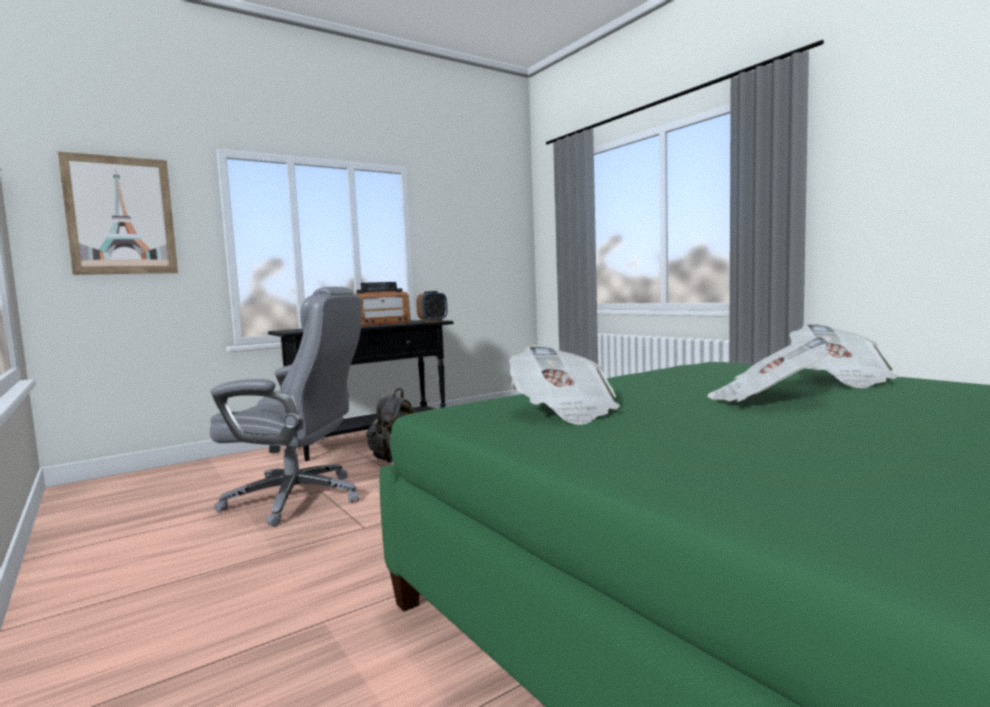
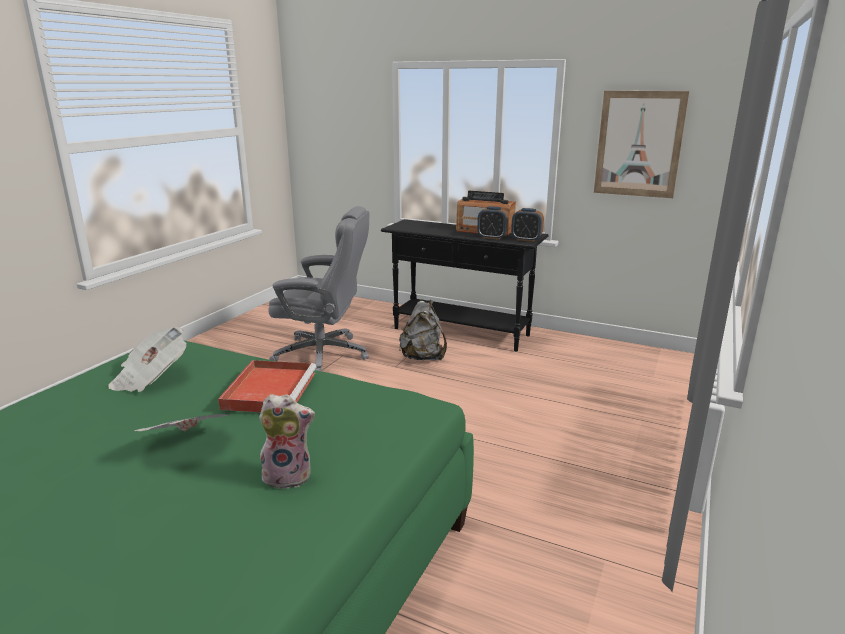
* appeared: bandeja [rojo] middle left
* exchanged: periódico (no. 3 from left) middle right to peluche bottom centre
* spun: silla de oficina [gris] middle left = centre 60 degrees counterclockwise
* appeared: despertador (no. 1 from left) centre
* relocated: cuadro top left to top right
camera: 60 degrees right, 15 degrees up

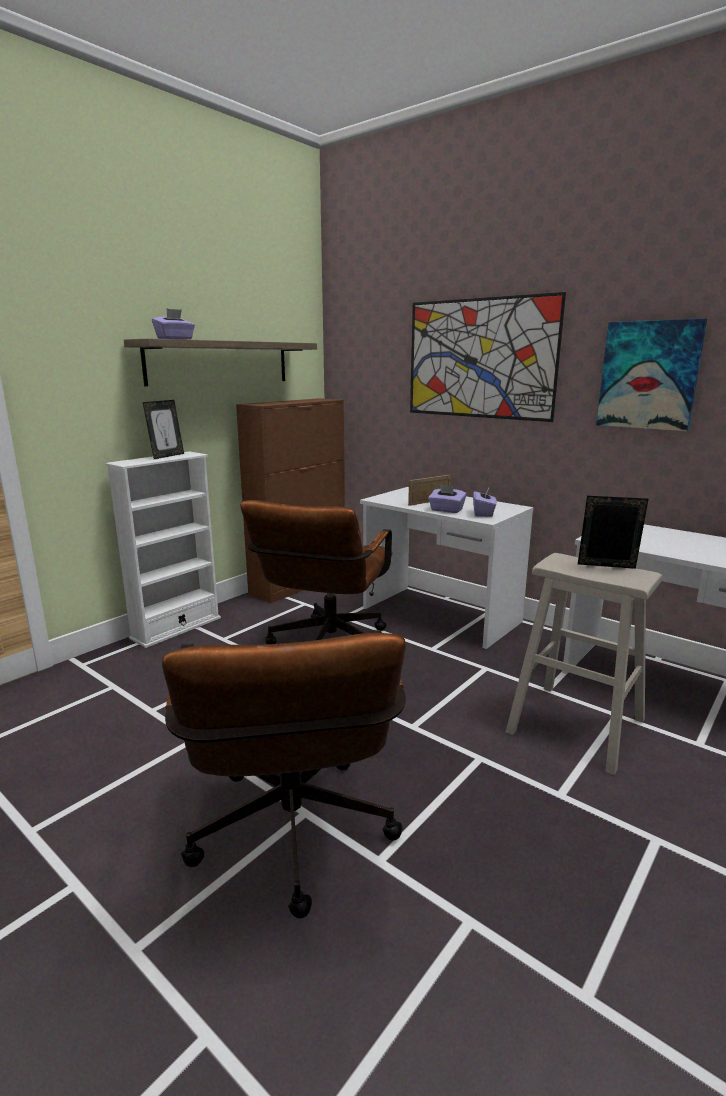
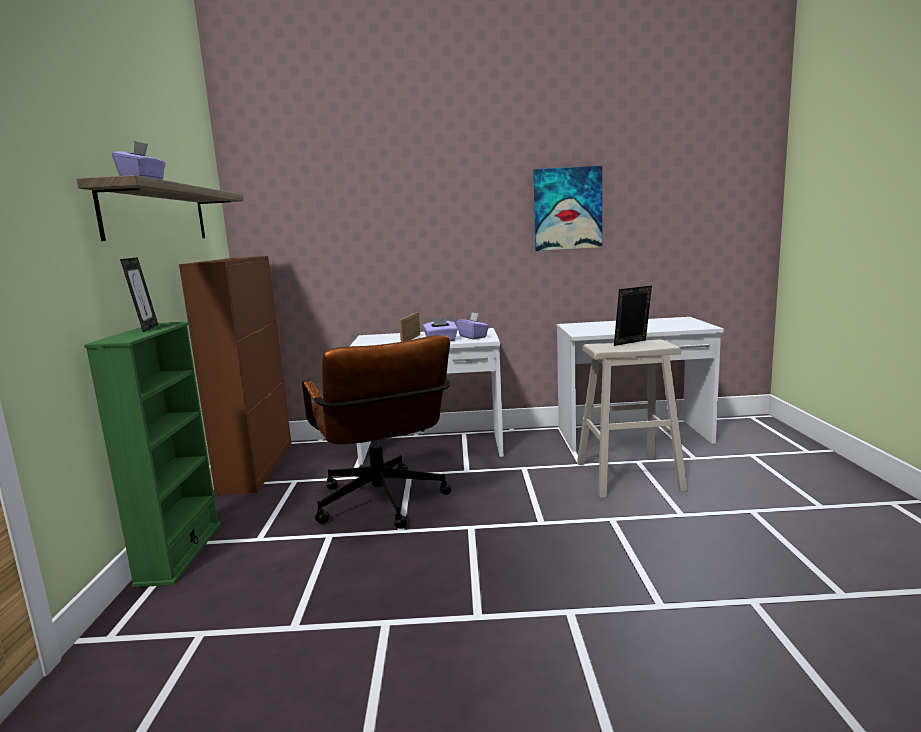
* colour: estantería [blanco] middle left to estantería [verde] middle left
* missing: silla de oficina [marrón] (no. 1 from left) bottom centre
* missing: cuadro (no. 1 from left) top right
camera: 40 degrees left, 5 degrees down

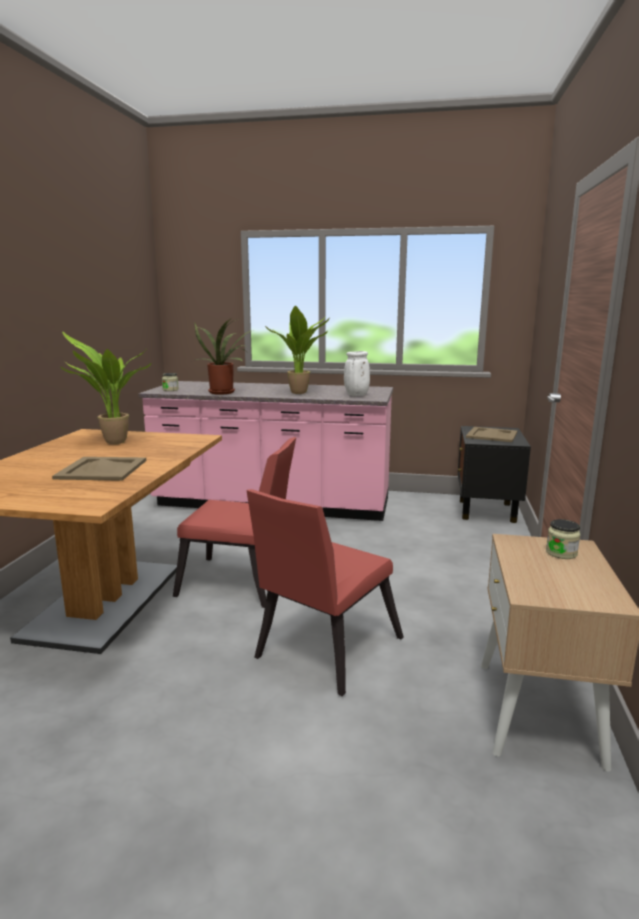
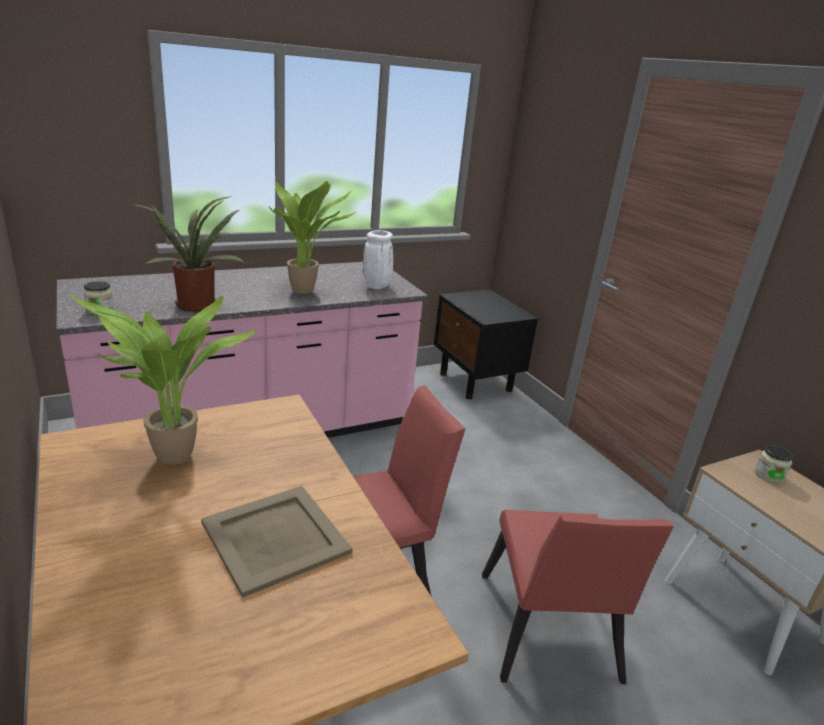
* missing: bandeja [beis] (no. 2 from left) middle right
camera: 40 degrees left, 10 degrees up

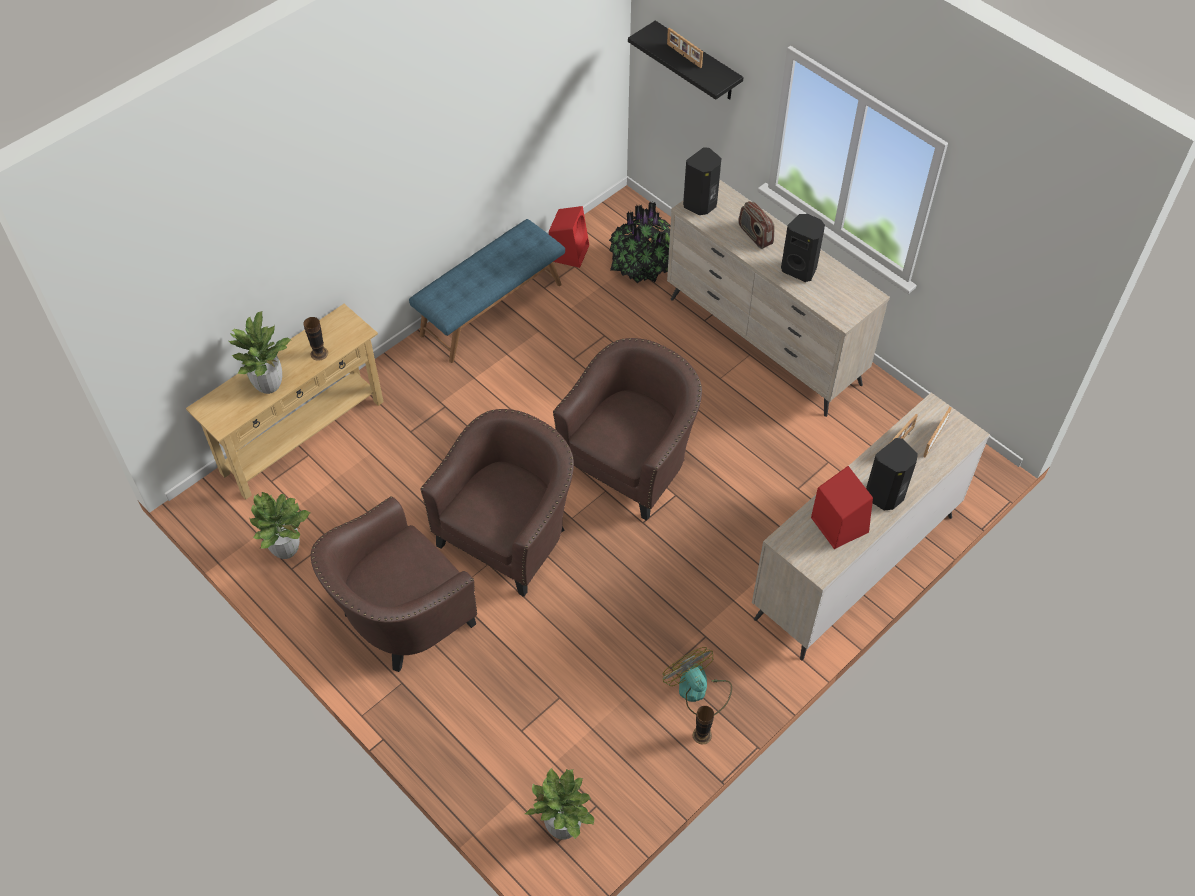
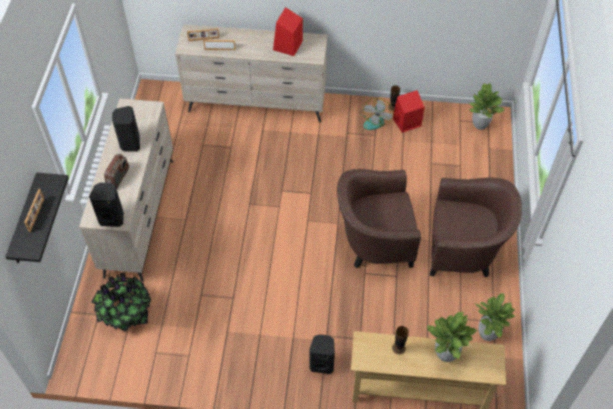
* relocated: altavoz [negro] (no. 3 from left) middle right to bottom centre
* relocated: altavoz [rojo] (no. 1 from left in the first image) top centre to altavoz [rojo] (no. 2 from left) top right
* missing: banco [azul] top centre
* missing: sillón [marrón] (no. 3 from left) centre
camera: 130 degrees left, 0 degrees up

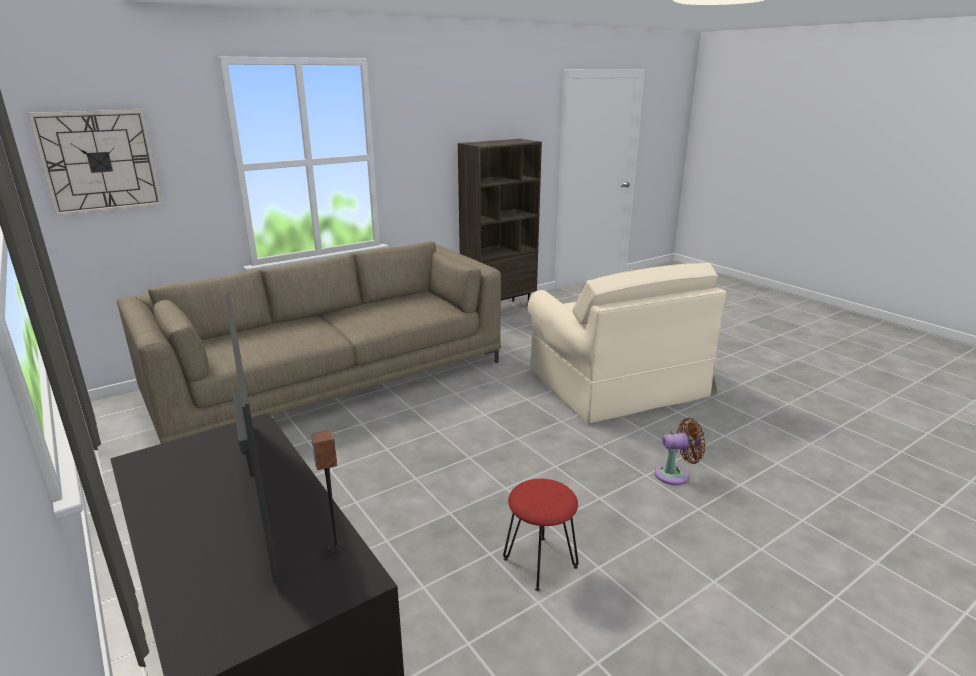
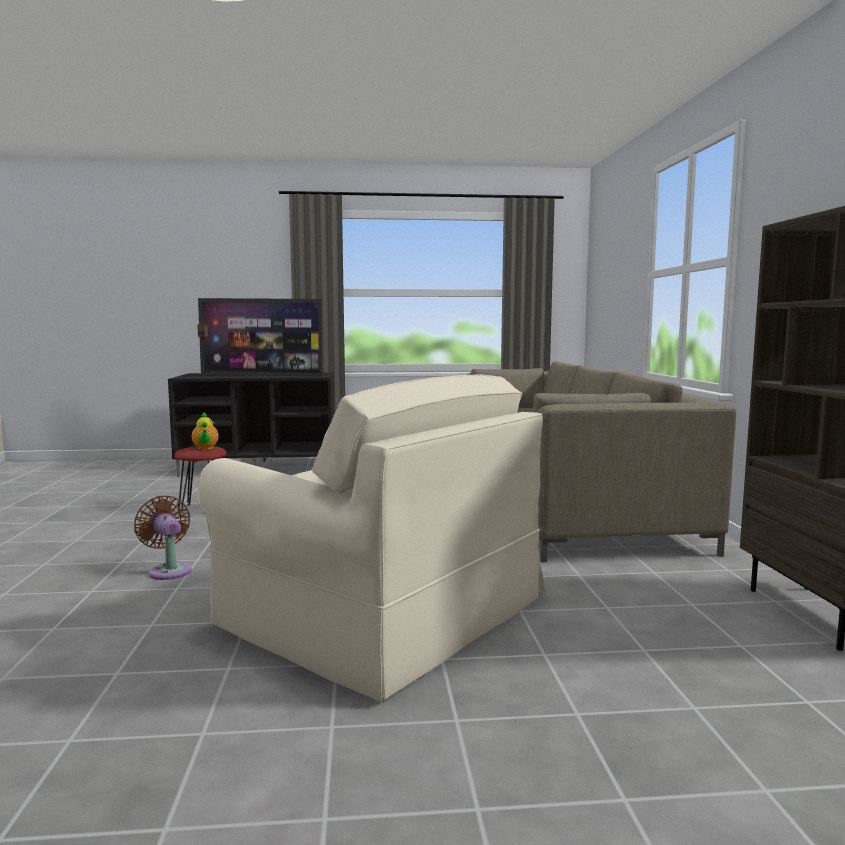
* spun: ventilador [marrón] bottom right = middle left 120 degrees clockwise
* appeared: tetera middle left
* spun: sillón [beis] centre = centre 150 degrees counterclockwise
* missing: reloj de pared top left
camera: 120 degrees right, 15 degrees down

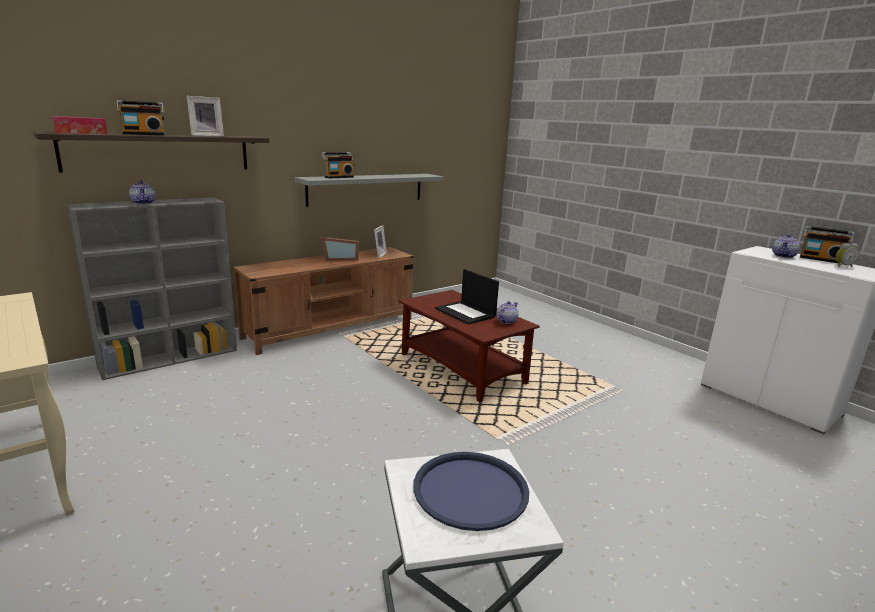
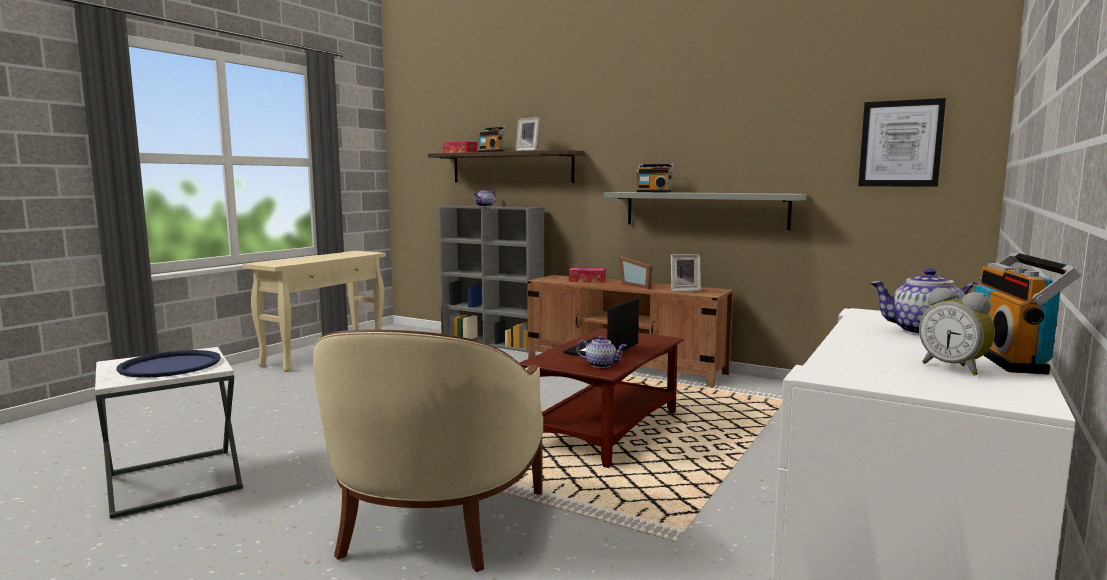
* appeared: sillón [beis] bottom centre
* appeared: caja de pañuelos (no. 2 from left) centre
* appeared: cuadro top right
camera: 70 degrees right, 10 degrees down

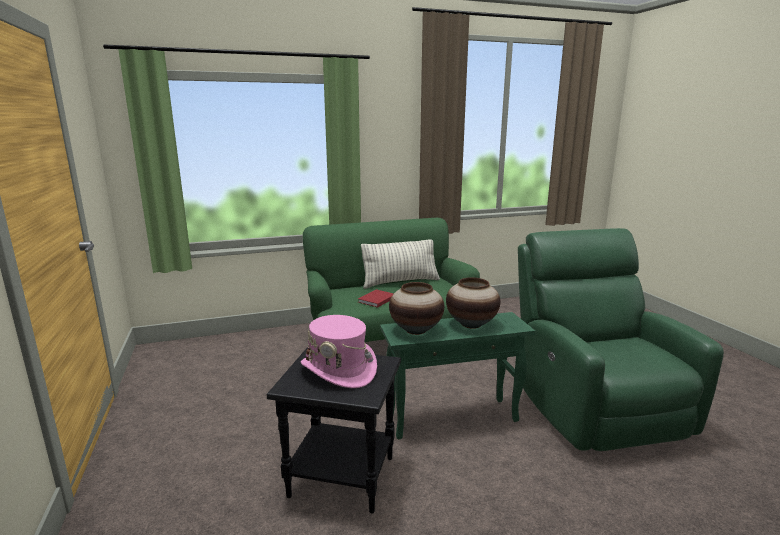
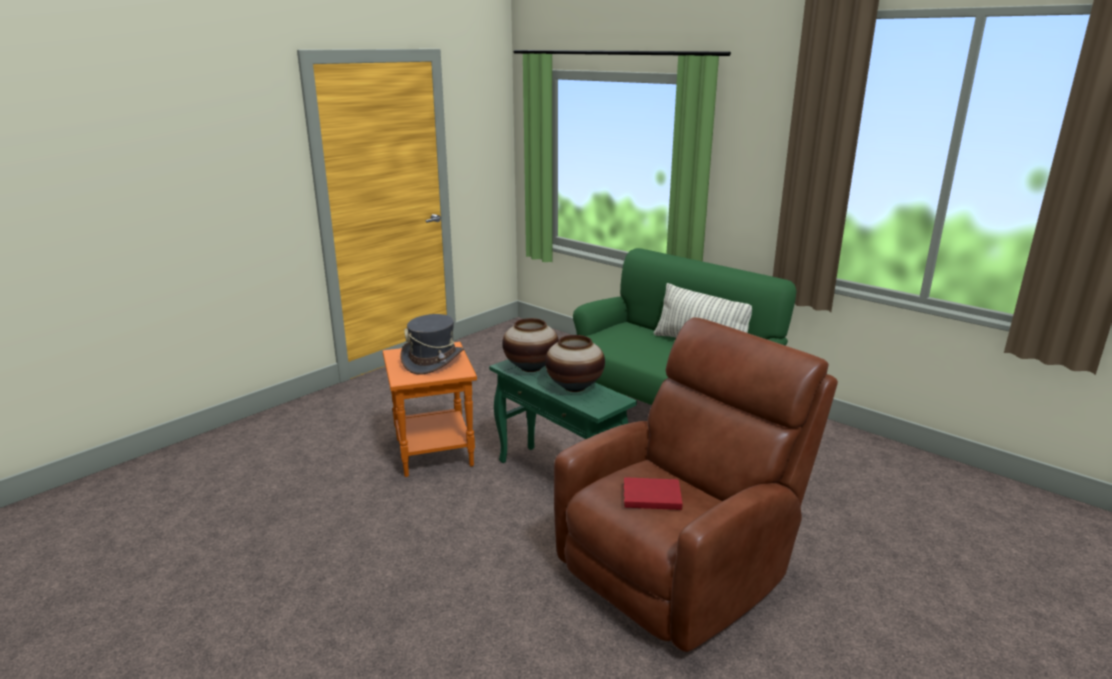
* colour: mesa auxiliar [negro] bottom centre to mesa auxiliar [naranja] centre
* colour: sombrero [rosa] centre to sombrero [gris] centre
* colour: sillón [verde] middle right to sillón [marrón] bottom centre
* relocated: libro [rojo] centre to bottom centre
camera: 60 degrees right, 5 degrees up

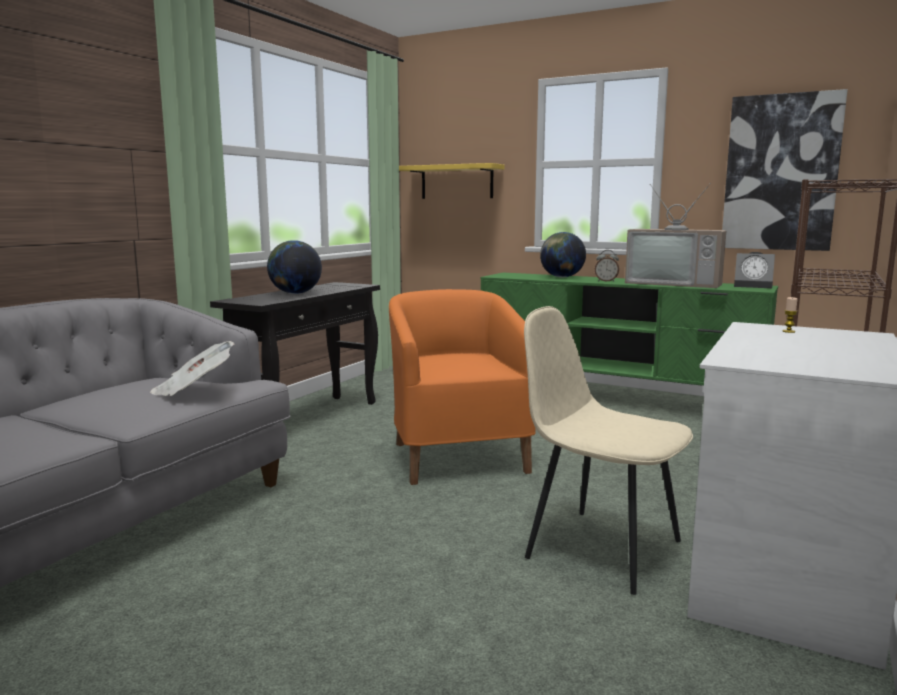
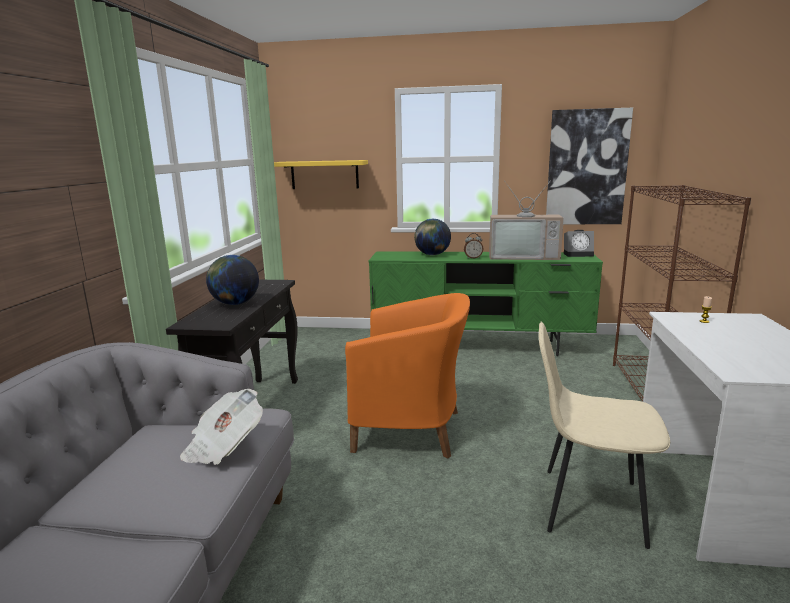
* spun: sillón [naranja] centre = centre 135 degrees clockwise
camera: 20 degrees left, 5 degrees up

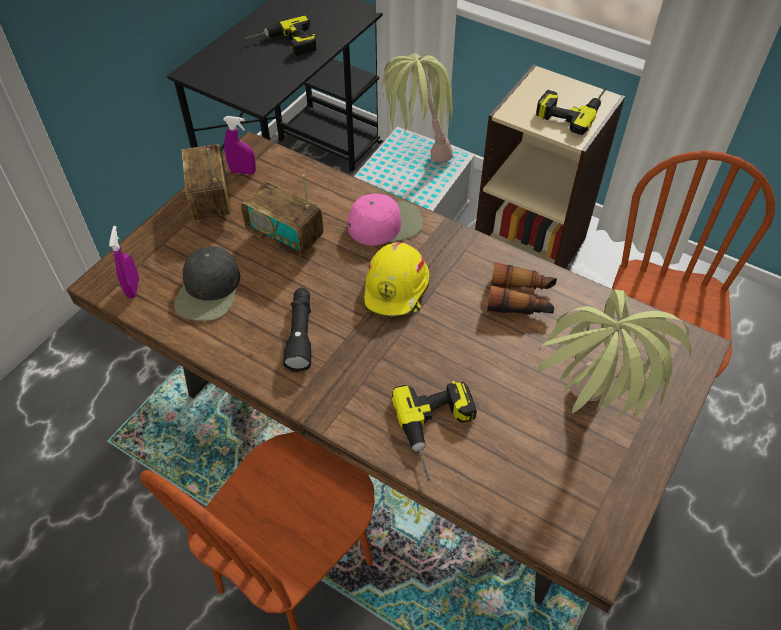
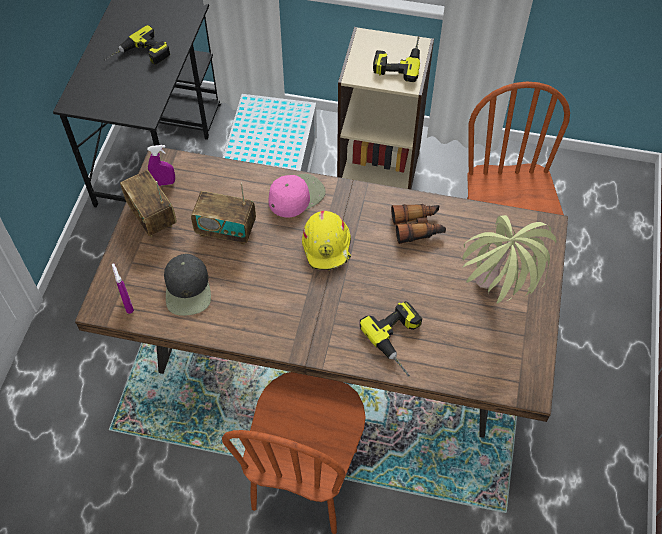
* missing: linterna [negro] centre
* missing: planta en maceta (no. 1 from left) top centre
camera: 20 degrees left, 5 degrees up

